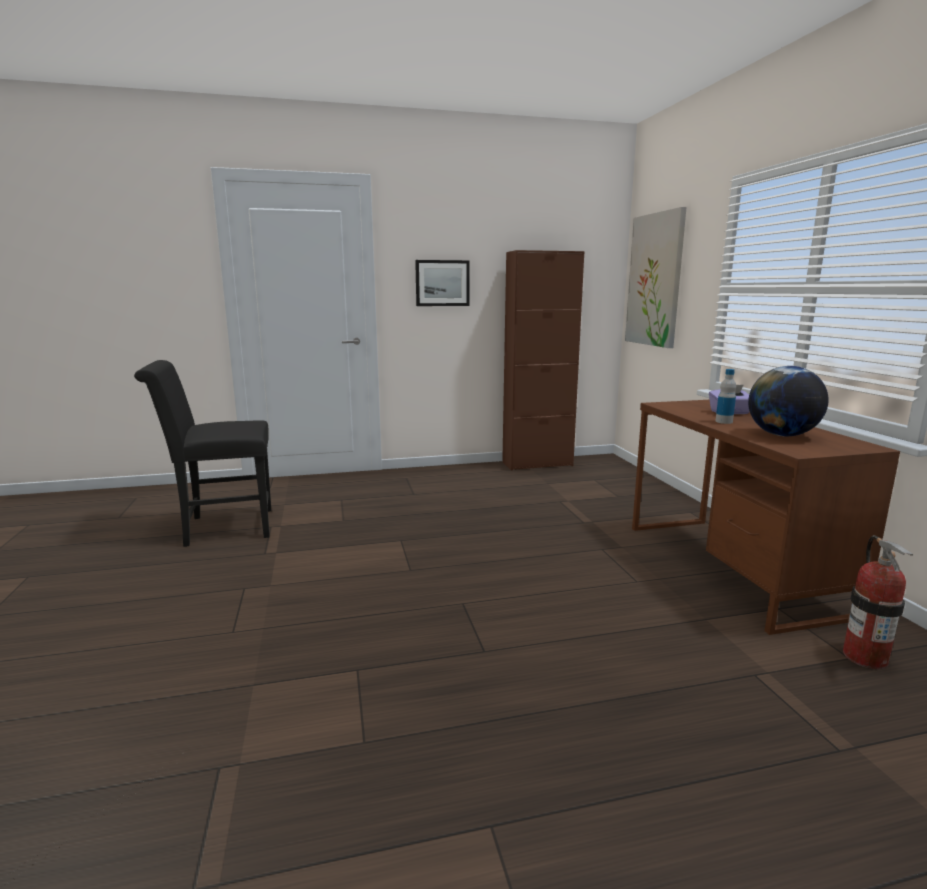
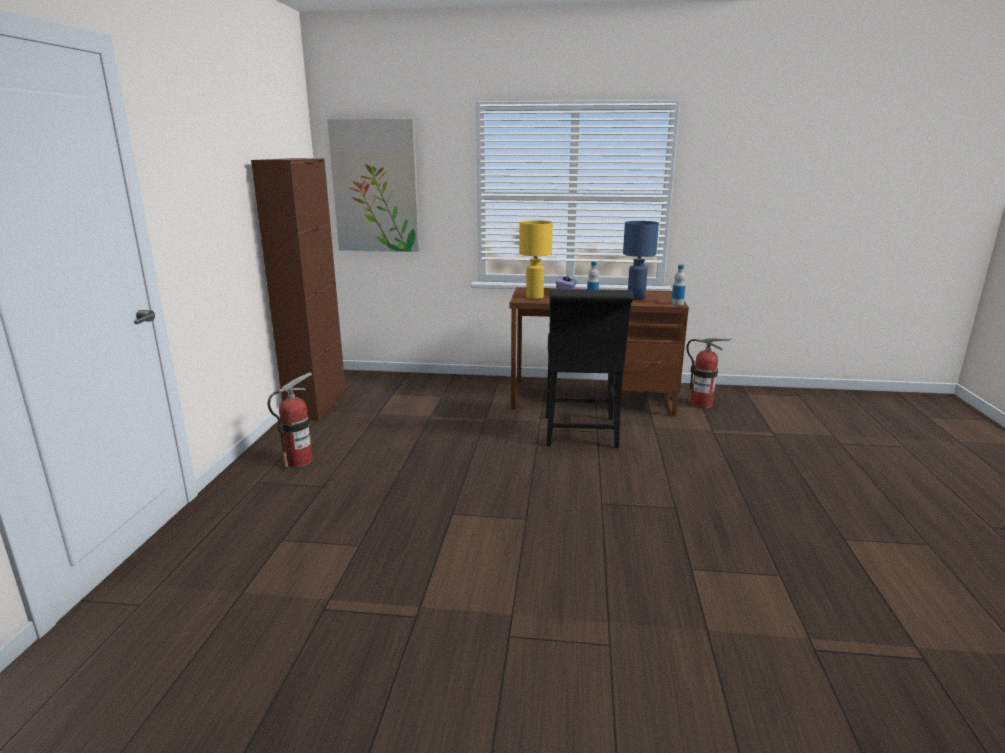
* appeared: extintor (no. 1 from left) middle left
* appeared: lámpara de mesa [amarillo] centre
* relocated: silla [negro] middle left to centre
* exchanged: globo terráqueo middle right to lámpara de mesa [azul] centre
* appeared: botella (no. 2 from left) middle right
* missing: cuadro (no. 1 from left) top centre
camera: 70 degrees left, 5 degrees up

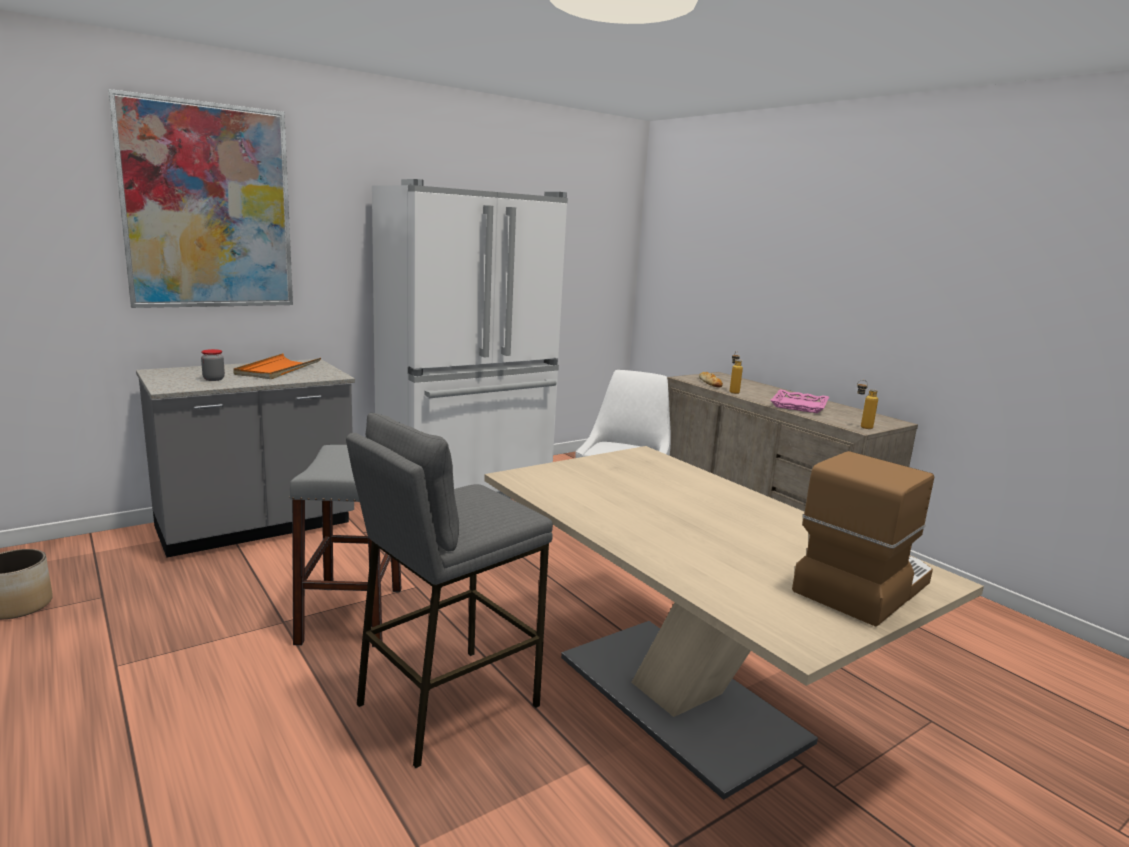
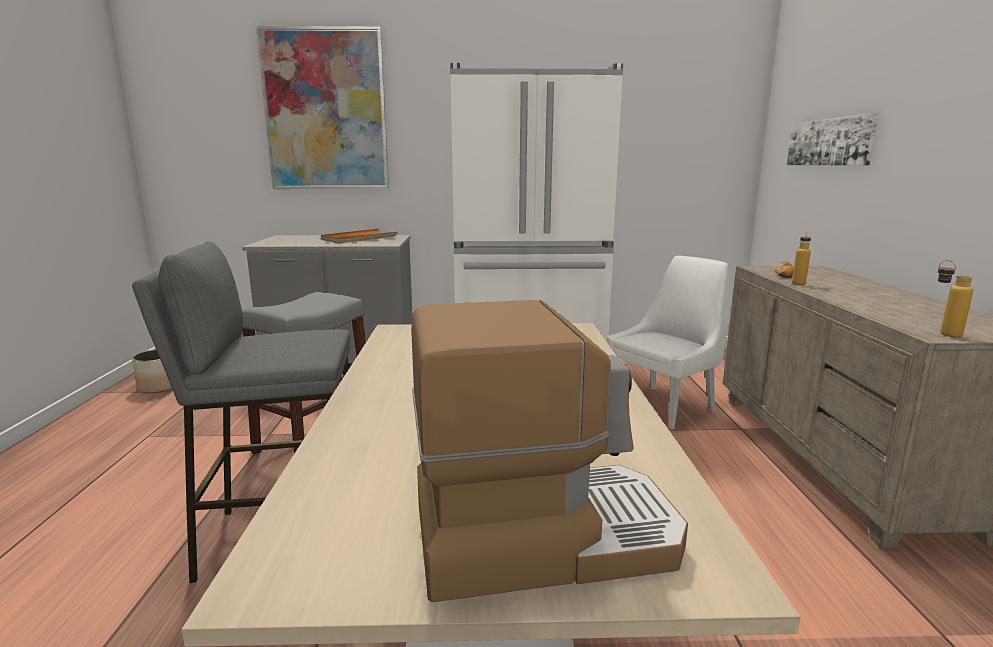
* appeared: cuadro (no. 2 from left) top right
* missing: tarro middle left
* missing: bandeja [rosa] middle right
camera: 35 degrees right, 0 degrees up

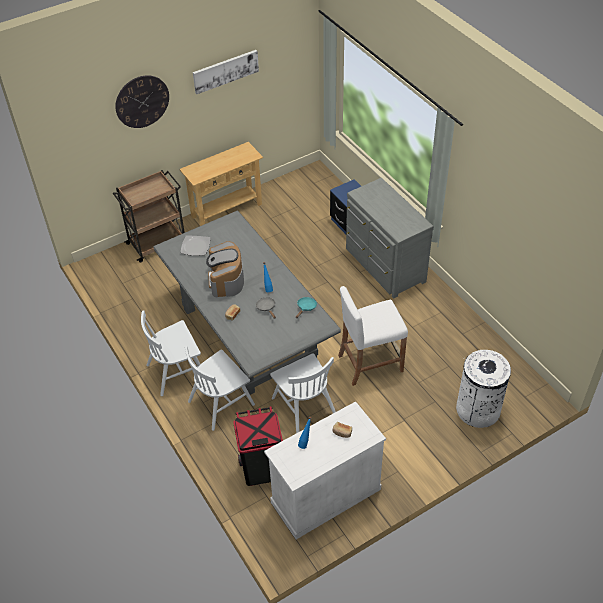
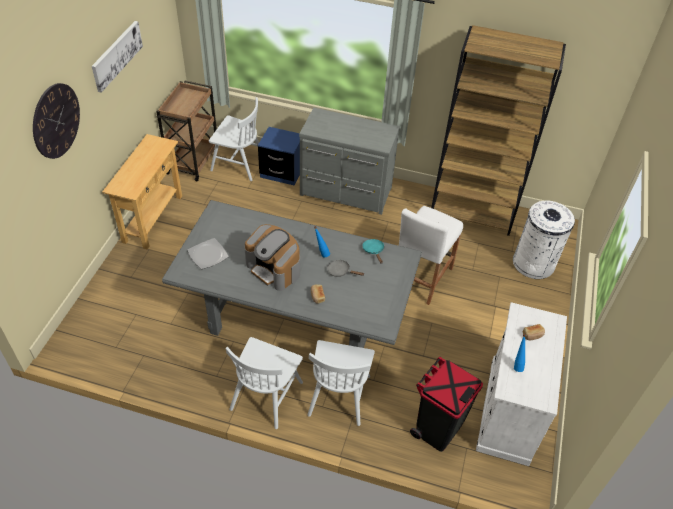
* relocated: carrito [marrón] middle left to top left
* relocated: silla [blanco] (no. 3 from left in the first image) centre to silla [blanco] (no. 1 from left) top centre
* appeared: estantería [marrón] top right
camera: 45 degrees left, 0 degrees up

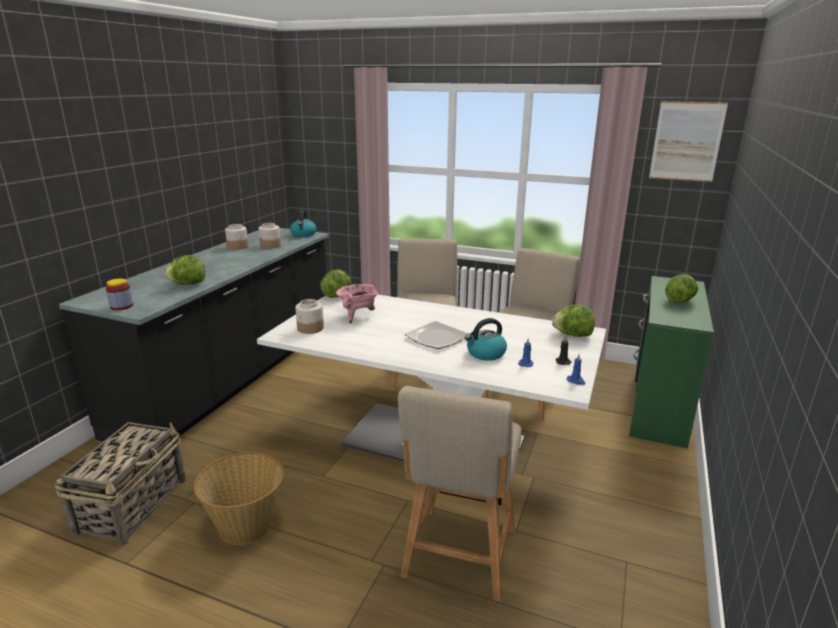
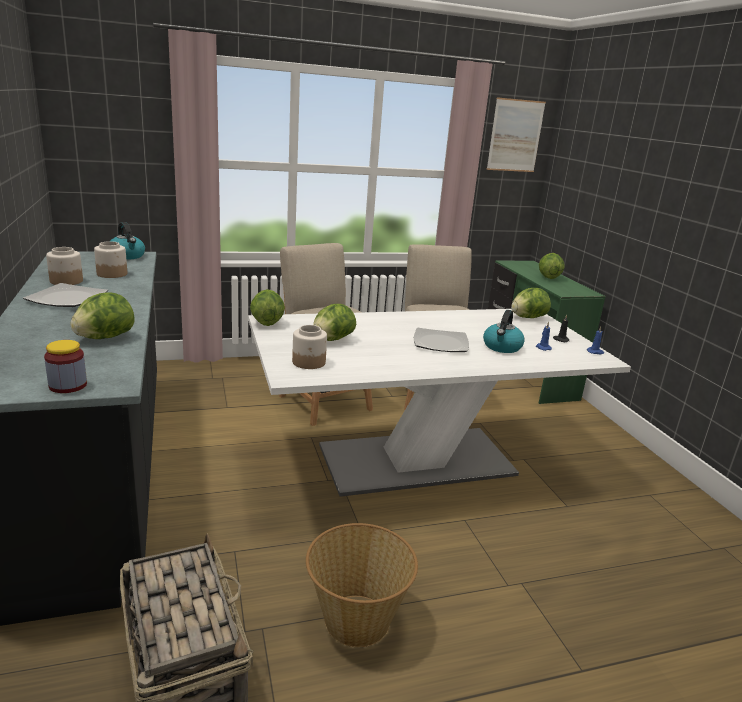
* appeared: plato (no. 1 from left) middle left
* exchanged: olla [rosa] centre to lechuga (no. 3 from left) centre
* missing: silla [beis] (no. 2 from left) bottom centre
camera: 40 degrees left, 0 degrees up

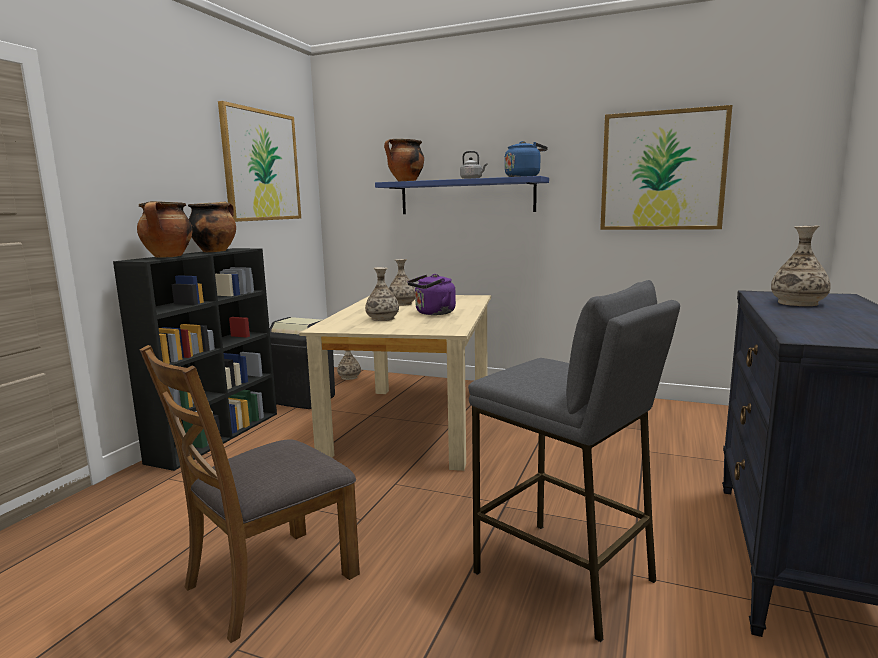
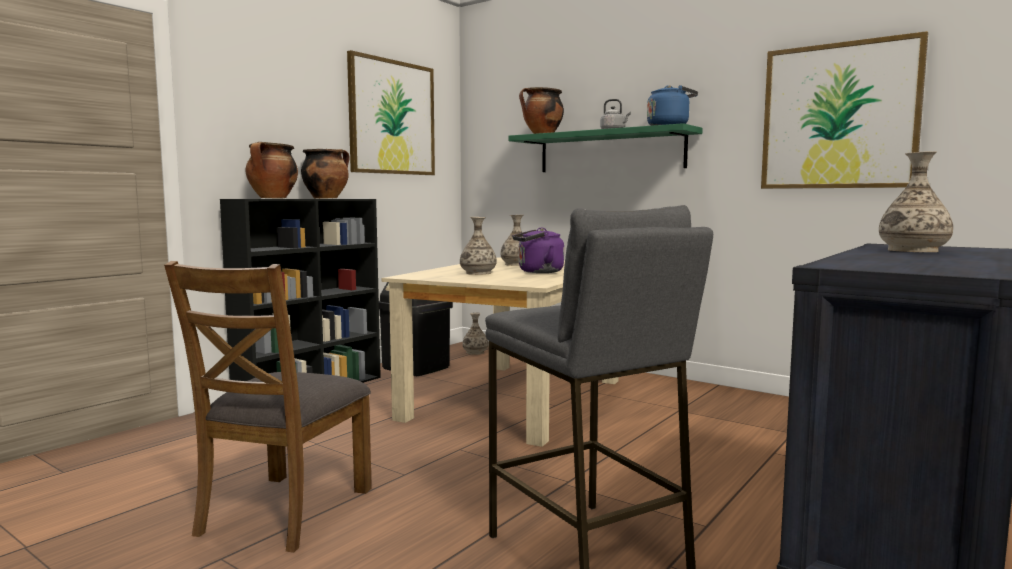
* spun: silla [marrón] bottom left = bottom left 45 degrees counterclockwise
* colour: estante [azul] top centre to estante [verde] top centre
camera: 15 degrees right, 5 degrees down

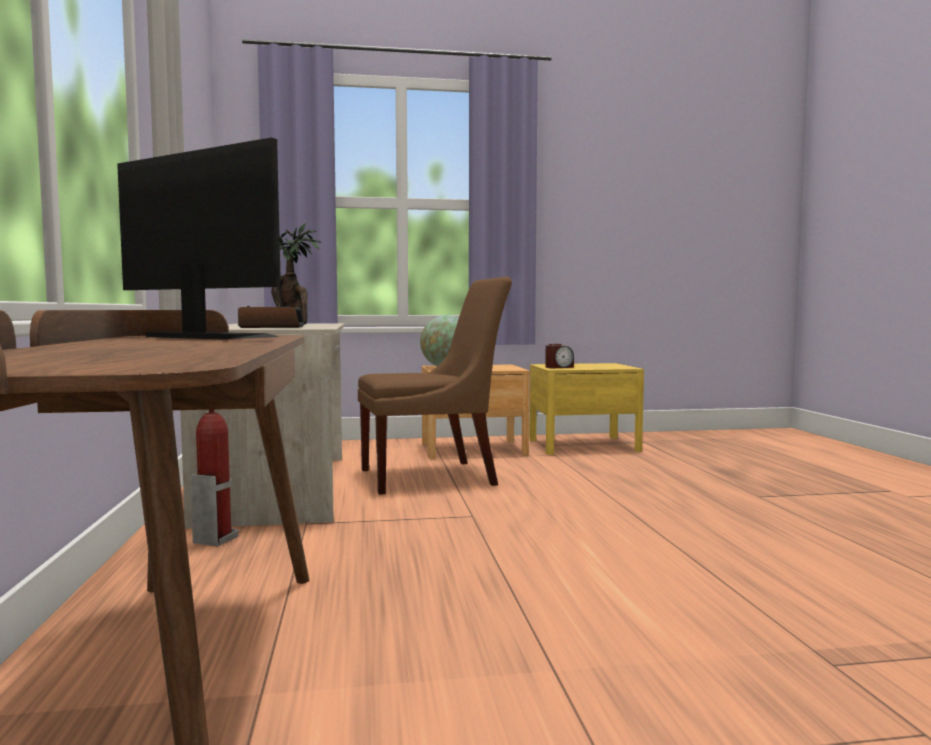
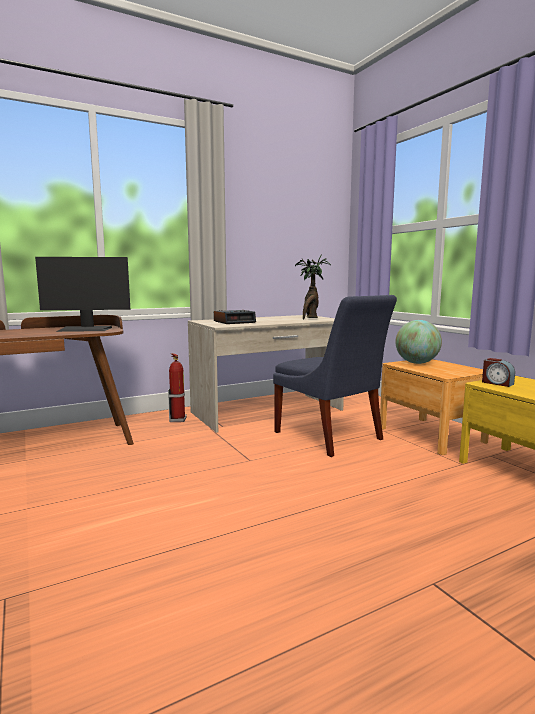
* spun: monitor top left = middle left 75 degrees clockwise
* colour: silla [marrón] centre to silla [azul] centre
camera: 70 degrees right, 5 degrees up

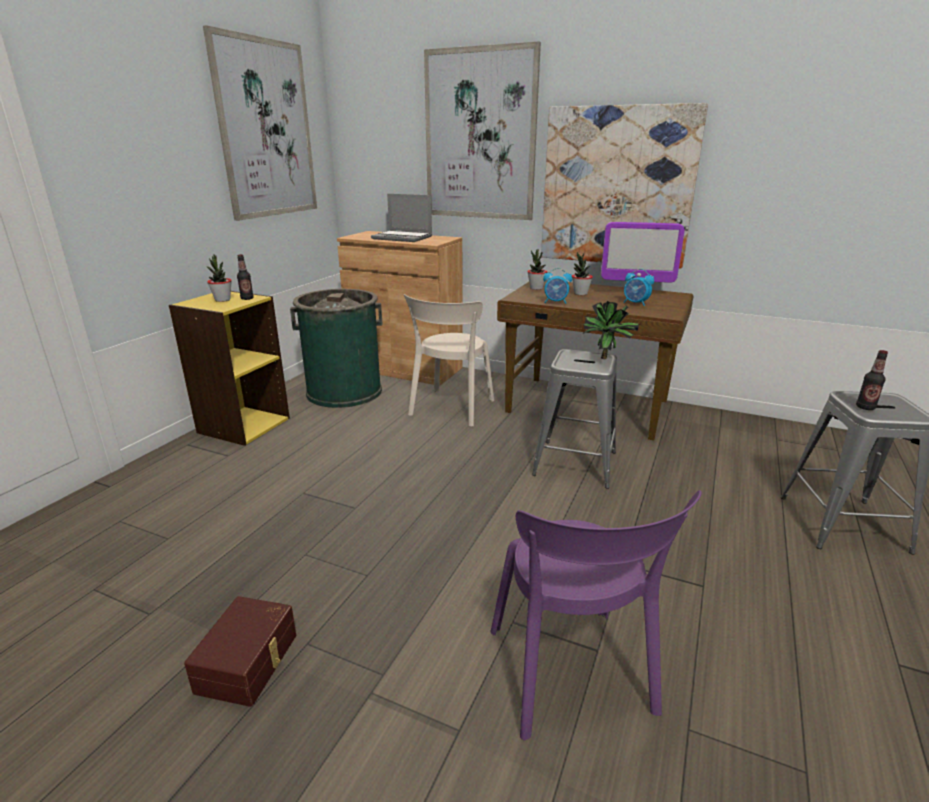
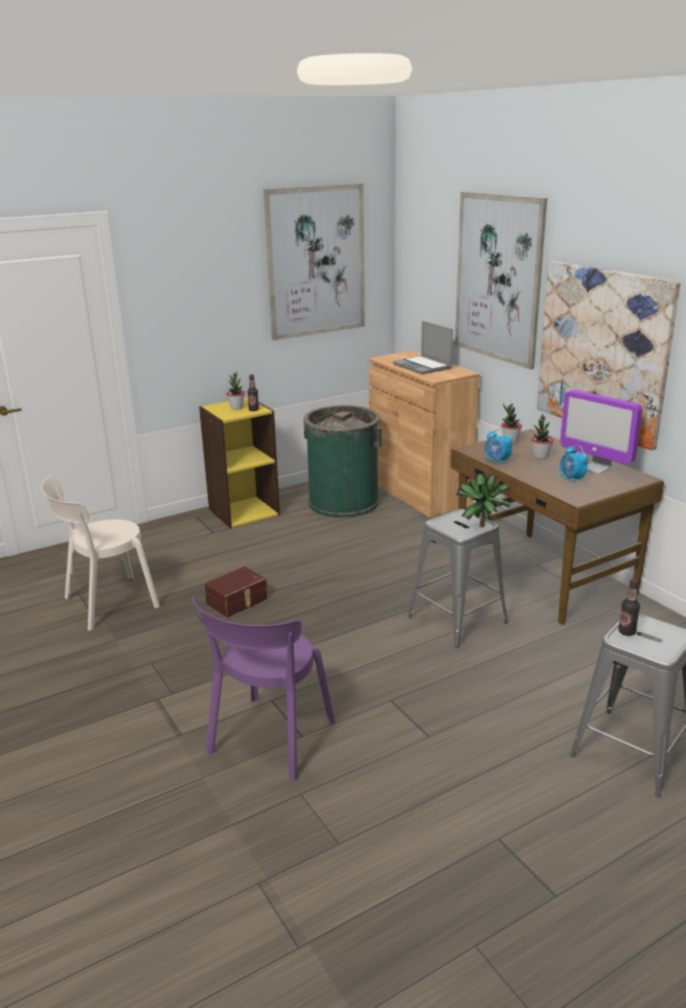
* relocated: silla [beis] centre to middle left
* relocated: caja de almacenaje [marrón] bottom left to centre
camera: 35 degrees right, 0 degrees up

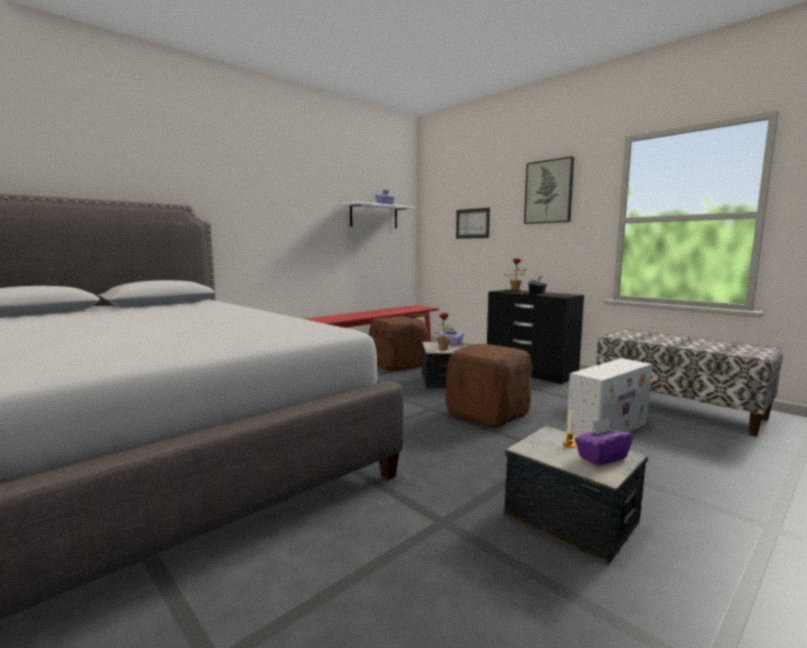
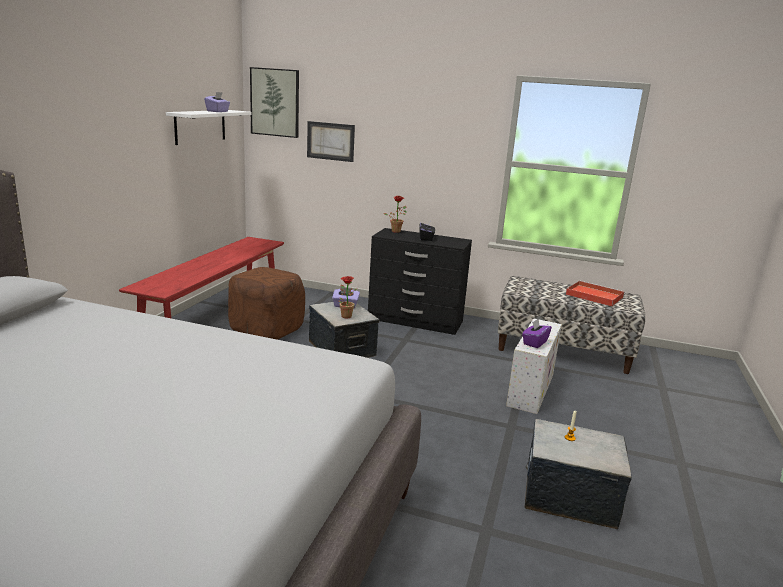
* relocated: cuadro (no. 2 from left in the first image) top right to cuadro (no. 1 from left) top centre
* relocated: caja de pañuelos [morado] (no. 3 from left) bottom right to middle right
* appeared: bandeja [rojo] middle right
* missing: puf [marrón] (no. 2 from left) centre
camera: 30 degrees left, 10 degrees up

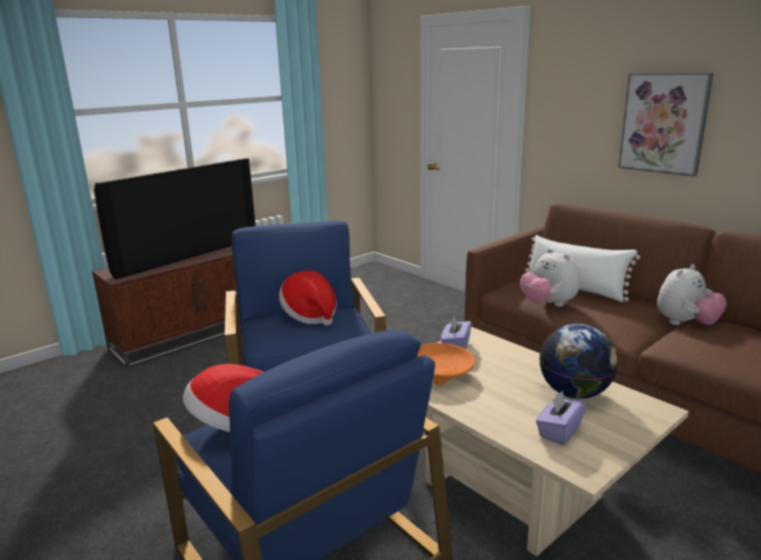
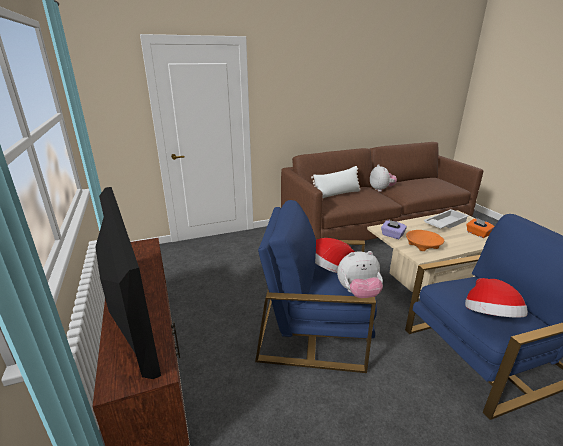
* relocated: peluche (no. 1 from left) middle right to centre
* exchanged: globo terráqueo middle right to bandeja [blanco] middle right
* colour: caja de pañuelos [morado] (no. 2 from left) bottom right to caja de pañuelos [naranja] middle right
* missing: cuadro top right
camera: 70 degrees left, 5 degrees up

